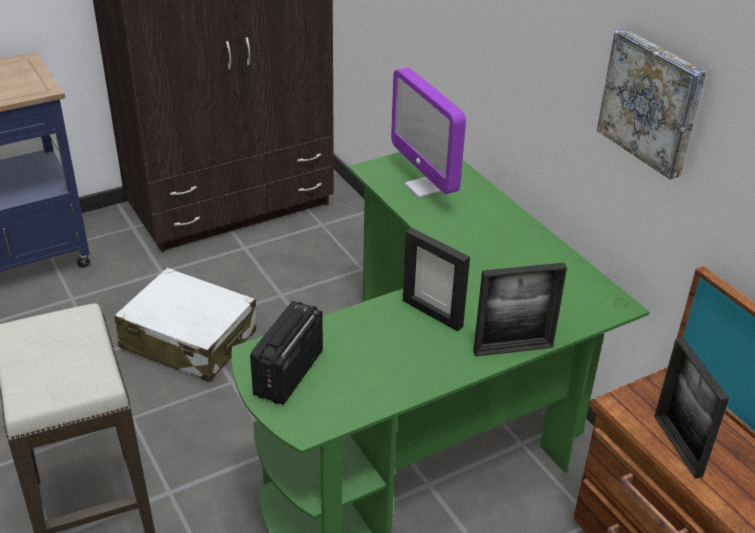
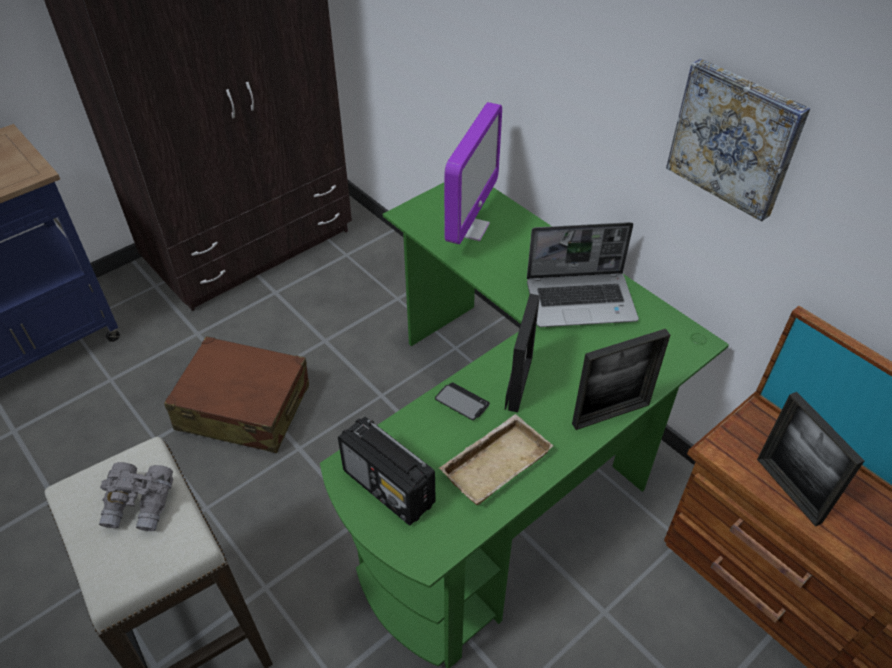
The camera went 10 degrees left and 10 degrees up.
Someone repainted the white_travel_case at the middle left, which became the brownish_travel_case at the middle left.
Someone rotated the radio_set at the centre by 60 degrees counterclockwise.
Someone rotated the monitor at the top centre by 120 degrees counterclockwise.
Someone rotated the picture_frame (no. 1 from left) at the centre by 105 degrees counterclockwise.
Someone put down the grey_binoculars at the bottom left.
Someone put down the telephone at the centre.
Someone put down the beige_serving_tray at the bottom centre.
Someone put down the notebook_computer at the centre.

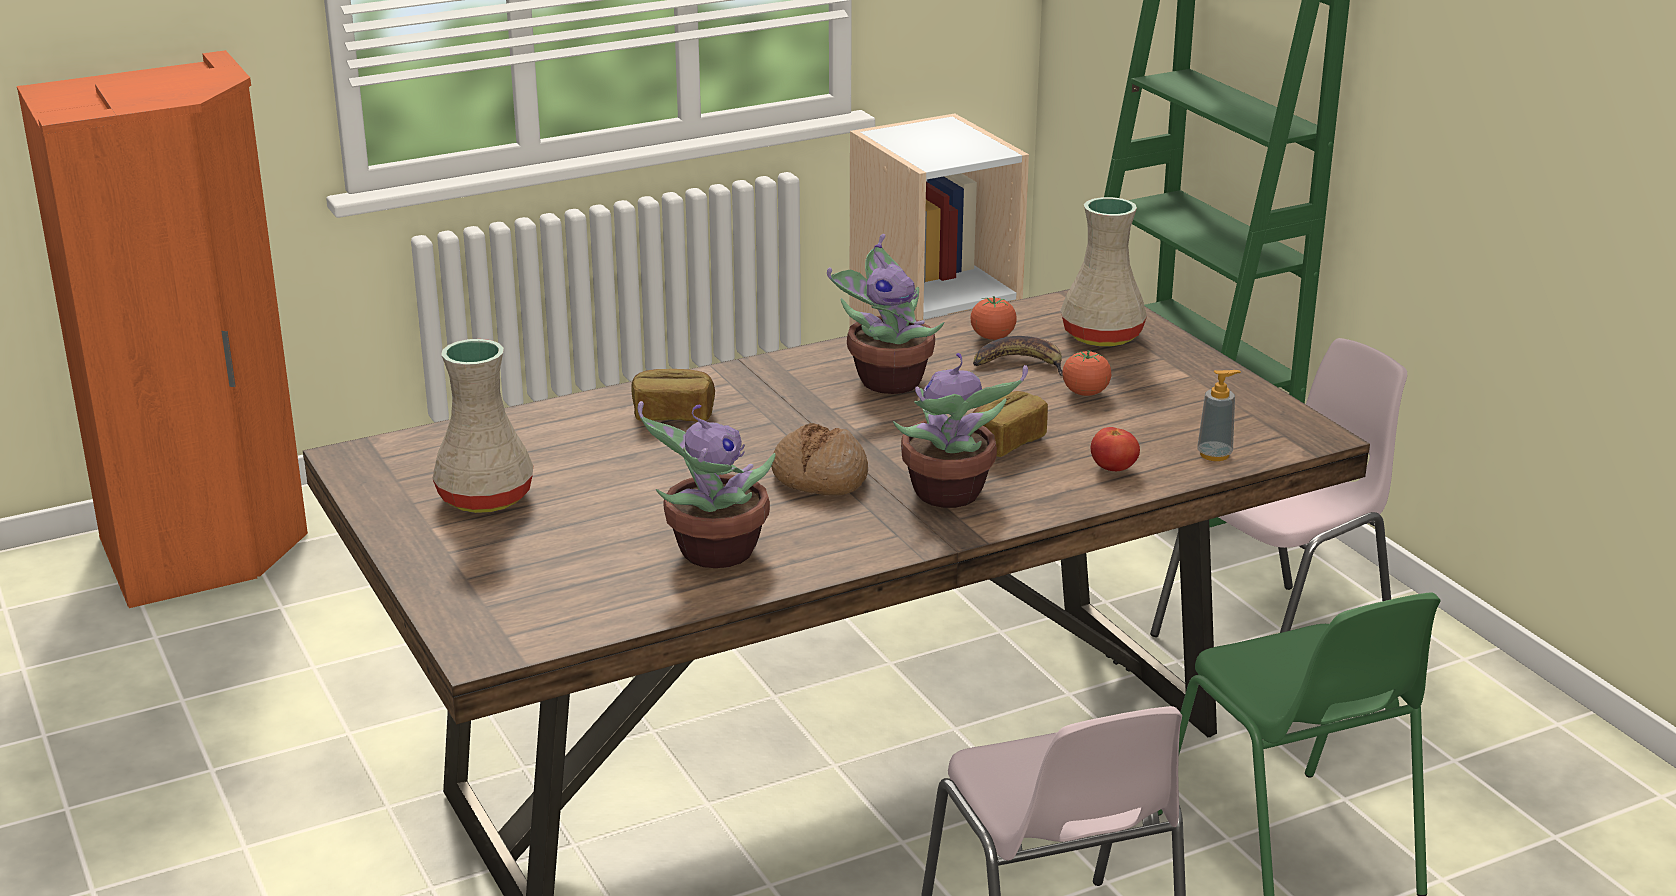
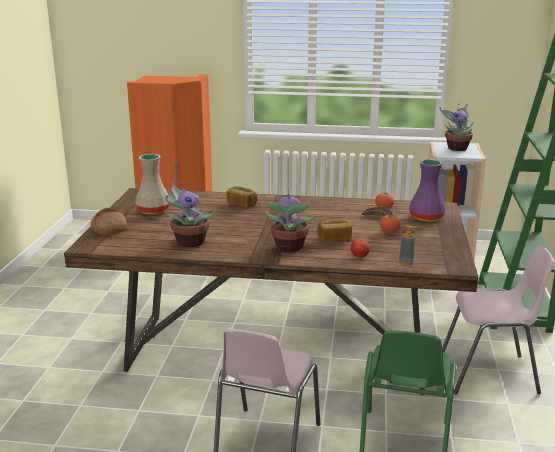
The camera went 35 degrees right and 5 degrees down.
Someone carried the bakery_bread (no. 2 from left in the first image) from the centre to the middle left.
Someone carried the houseplant (no. 2 from left in the first image) from the centre to the top right.
Someone repainted the beige_vase (no. 2 from left) at the top centre, which became the purple_vase at the middle right.

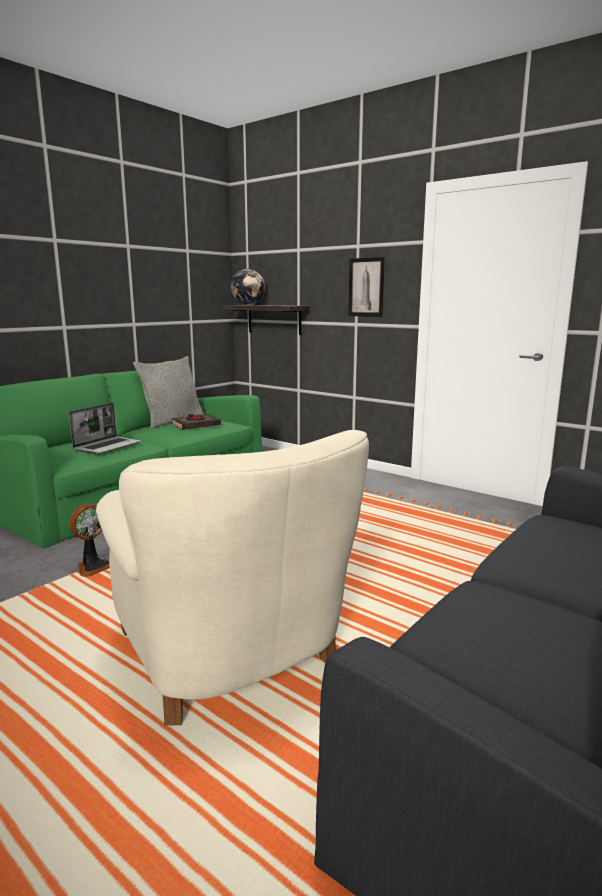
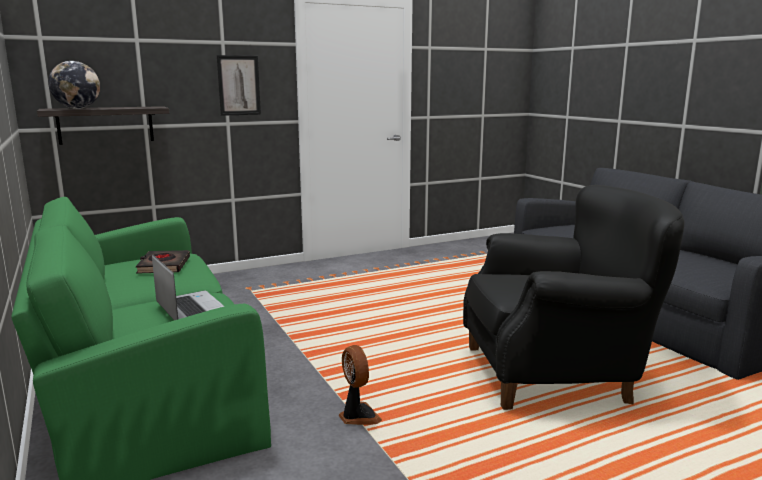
The camera went 65 degrees left and 0 degrees up.
Someone repainted the beige_armchair at the centre, which became the black_armchair at the middle right.
Someone took away the grey_throw_pillow at the middle left.

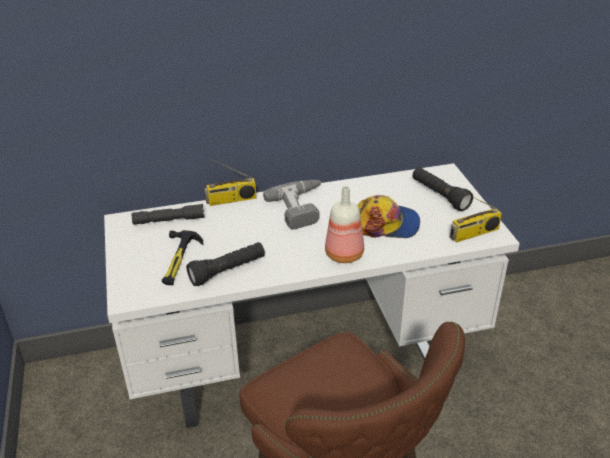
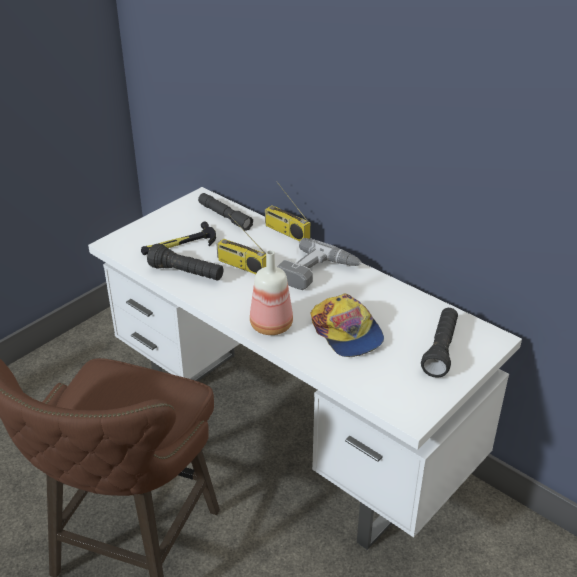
The camera went 55 degrees right and 0 degrees up.
Someone carried the radio_set (no. 2 from left in the first image) from the middle right to the centre.

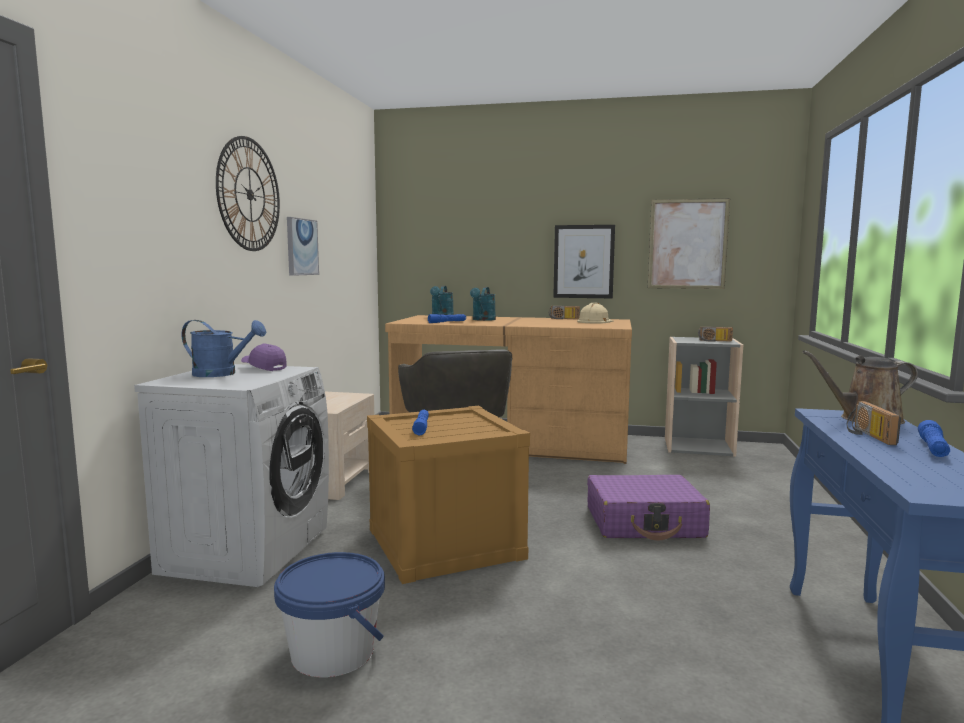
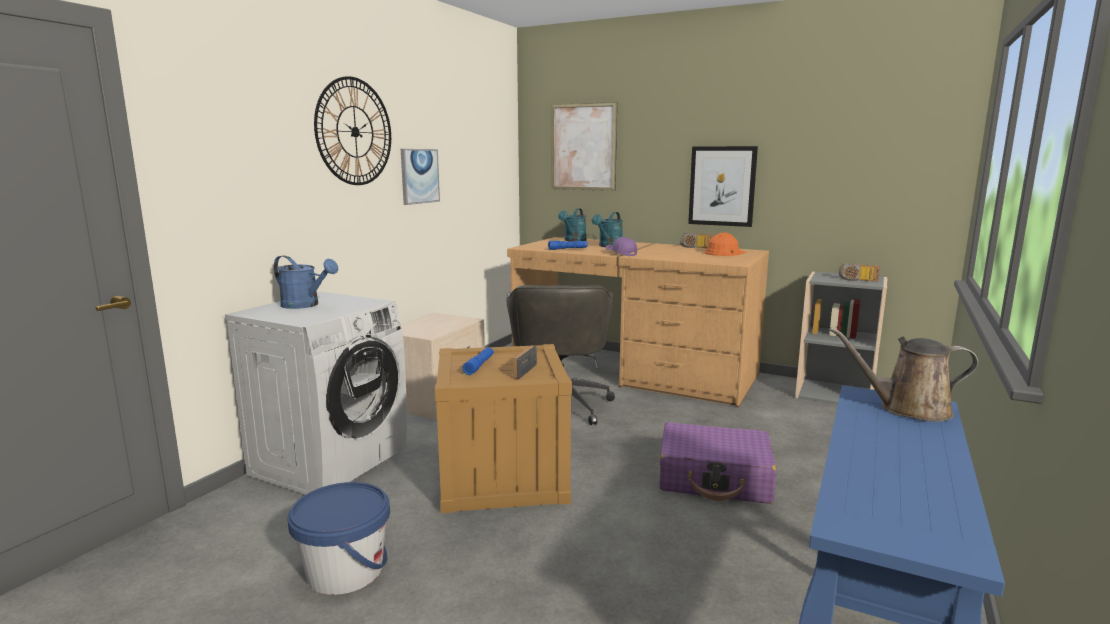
The camera went 15 degrees right and 5 degrees up.
Someone carried the purple_peaked_cap from the middle left to the centre.
Someone repainted the beige_safety_helmet at the centre, which became the orangey_safety_helmet at the centre.
Someone carried the picture (no. 3 from left in the first image) from the middle right to the top centre.
Someone carried the radio_set (no. 3 from left in the first image) from the middle right to the centre.
Someone took away the blue-coloured_flashlight (no. 3 from left) at the middle right.

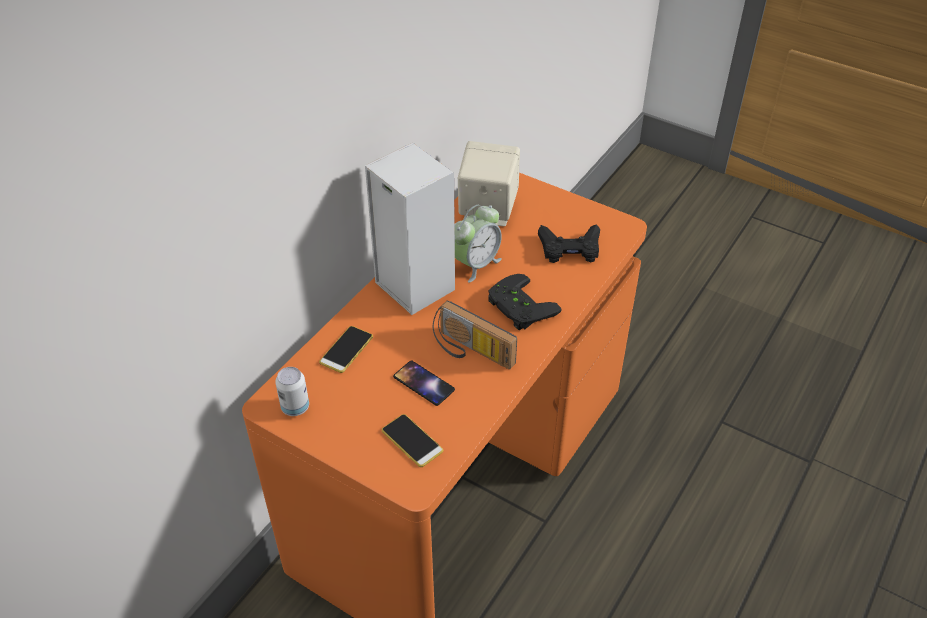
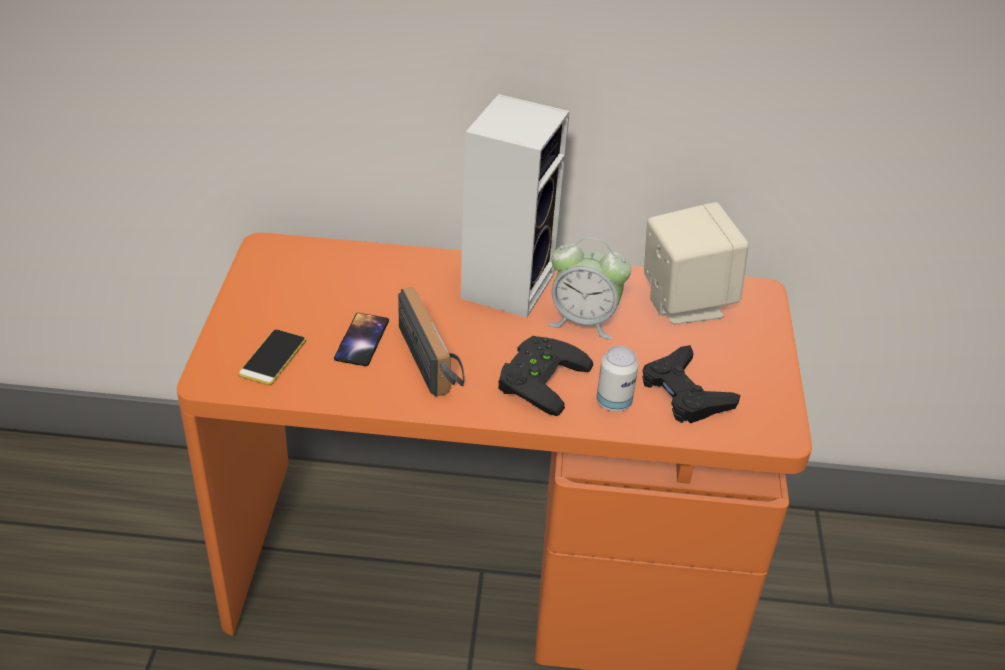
The camera went 60 degrees right and 5 degrees down.
Someone carried the can from the middle left to the centre.
Someone took away the telephone (no. 1 from left) at the centre.
Someone rotated the radio_set at the centre by 150 degrees clockwise.

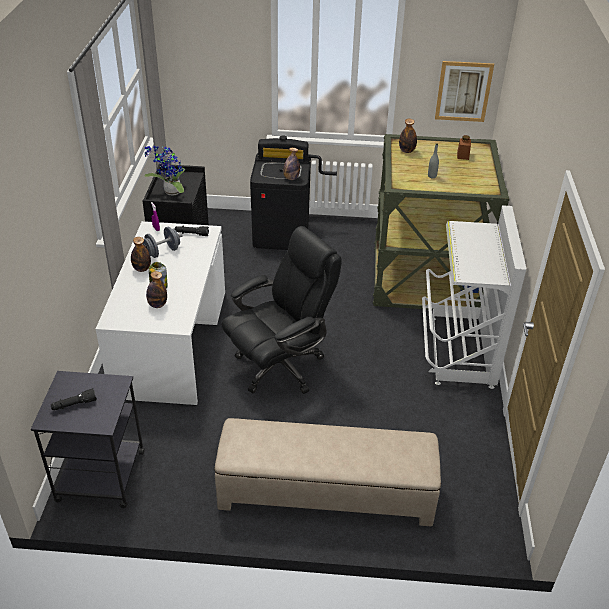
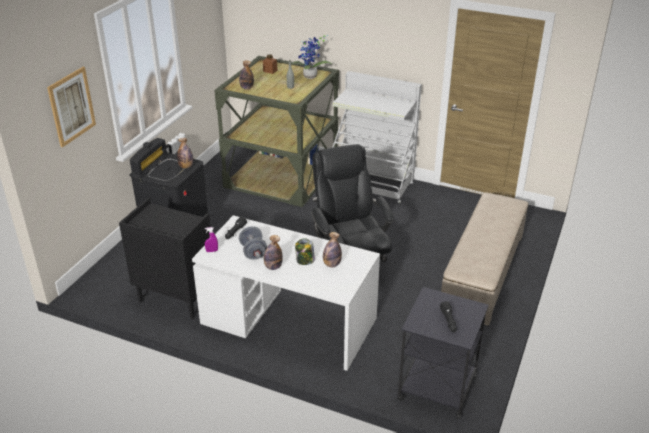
The camera went 70 degrees left and 5 degrees down.
Someone carried the houseplant from the top left to the top centre.
Someone carried the picture from the top right to the top left.

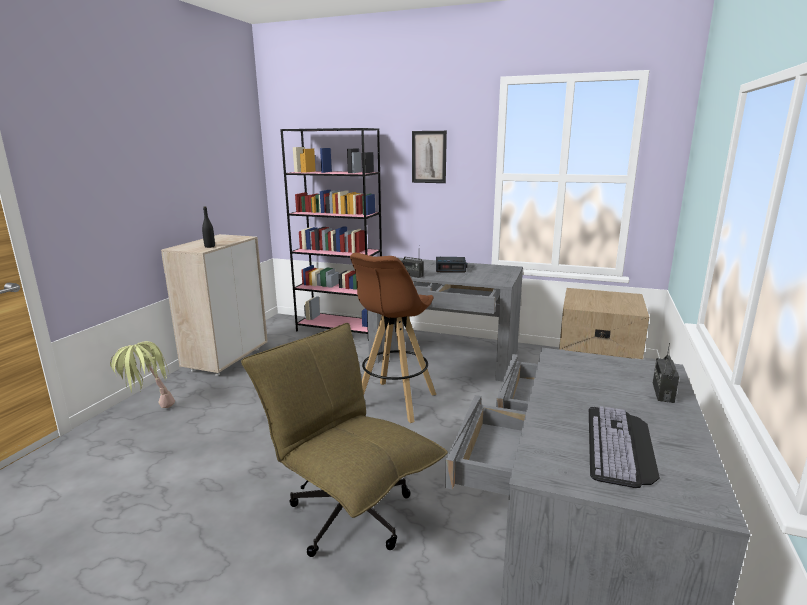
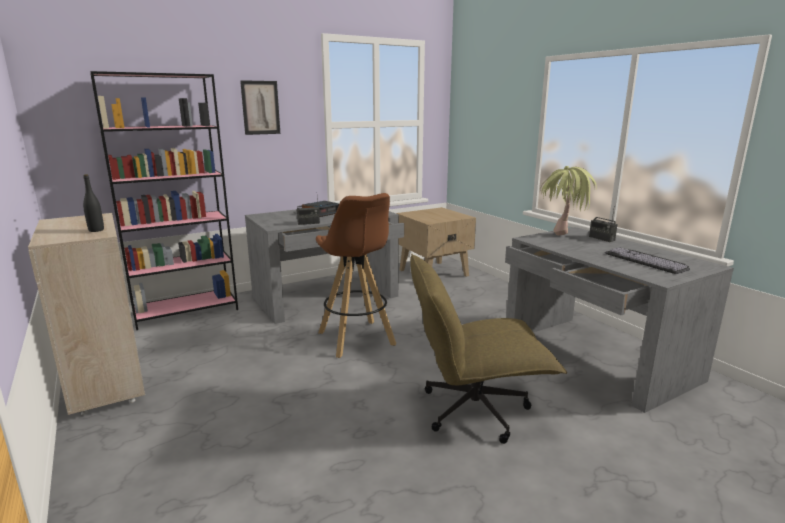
The camera went 50 degrees left and 0 degrees up.
Someone carried the houseplant from the middle left to the middle right.

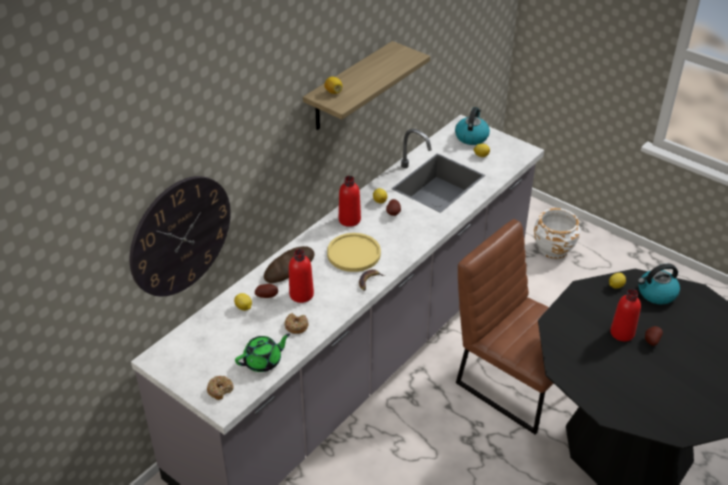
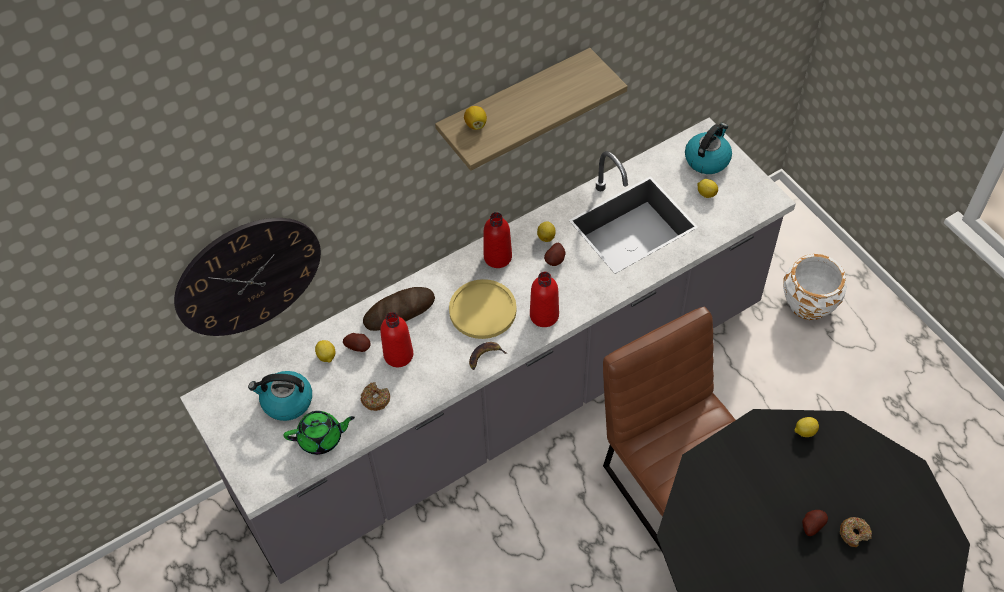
The camera went 20 degrees right and 15 degrees up.
Someone carried the donut (no. 1 from left in the first image) from the bottom left to the bottom right.
Someone carried the red-coloured_bottle (no. 3 from left) from the middle right to the centre.
Someone carried the water_kettle (no. 2 from left in the first image) from the middle right to the bottom left.

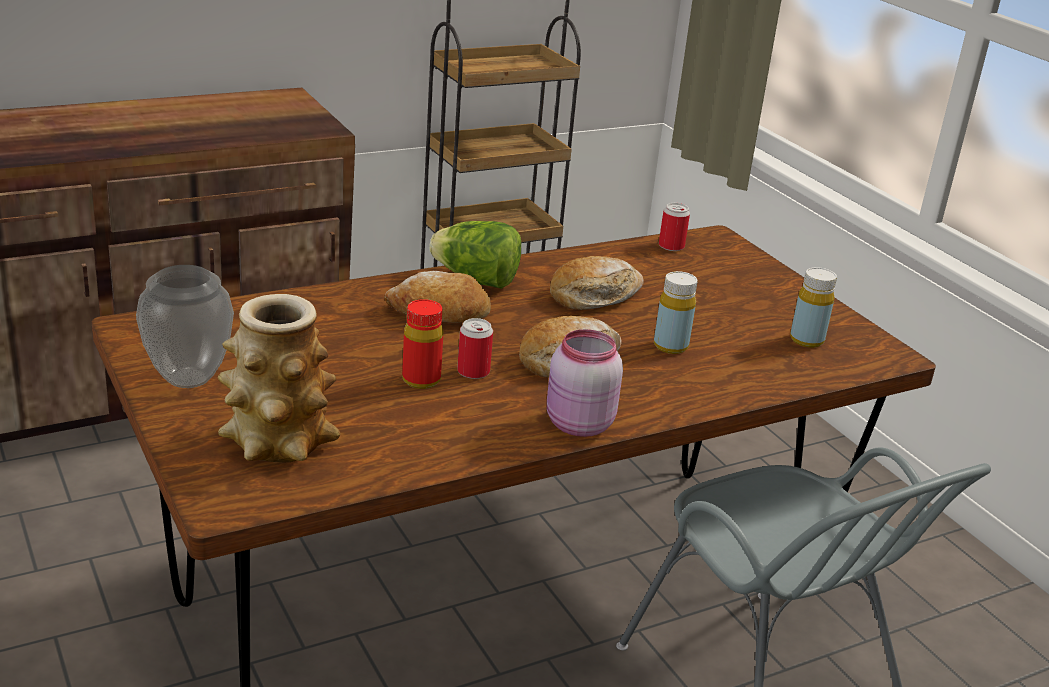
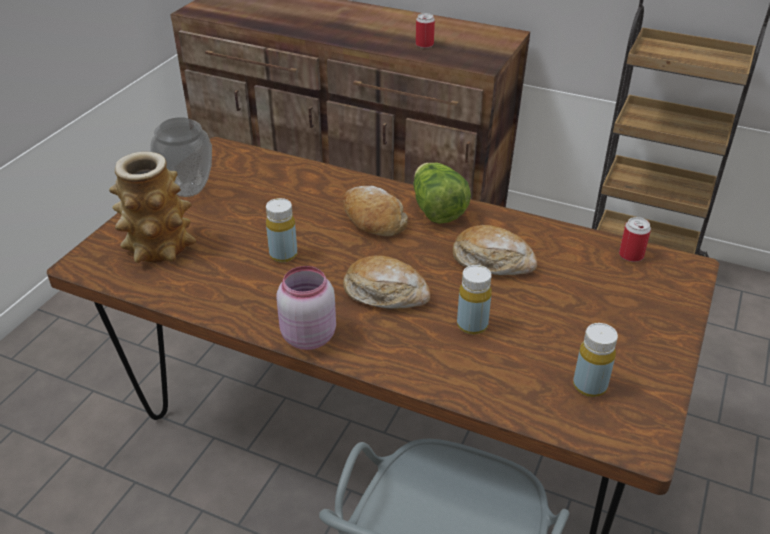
The camera went 55 degrees right and 10 degrees up.
Someone repainted the red-coloured_bottle at the centre, which became the yellow-coloured_bottle (no. 1 from left) at the centre.
Someone carried the can (no. 1 from left) from the centre to the top centre.

